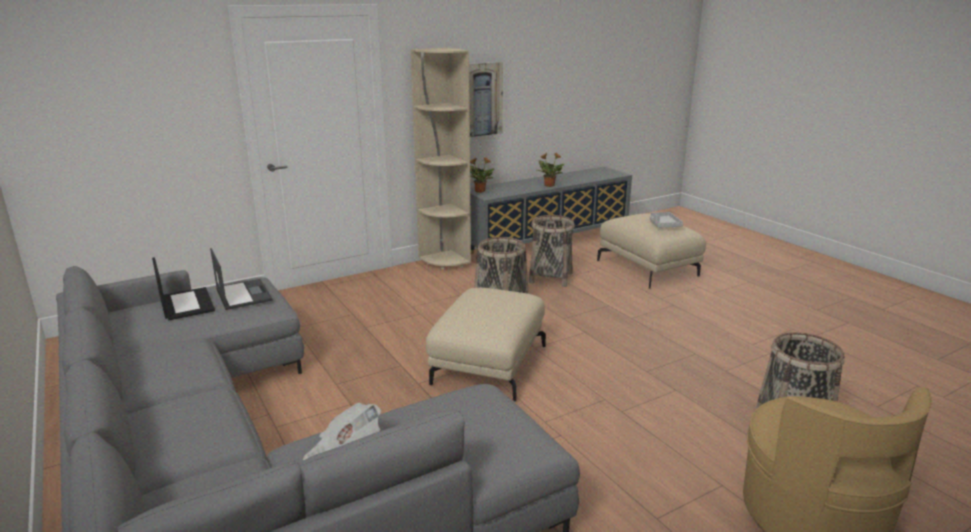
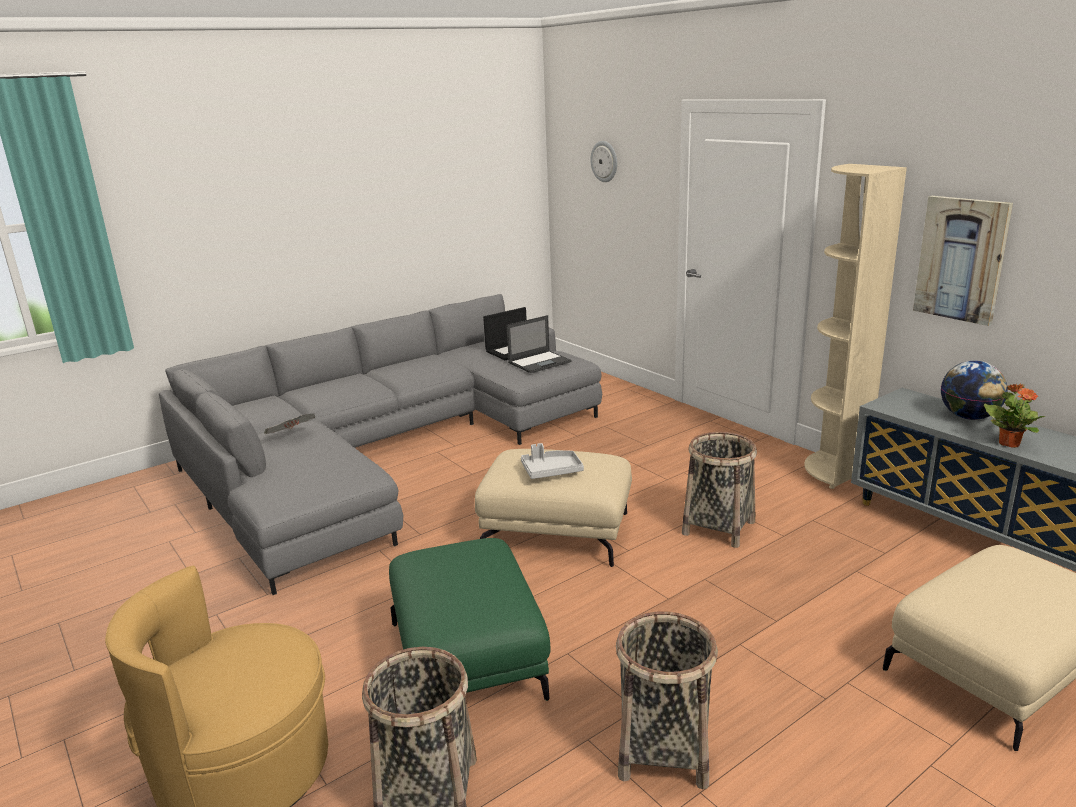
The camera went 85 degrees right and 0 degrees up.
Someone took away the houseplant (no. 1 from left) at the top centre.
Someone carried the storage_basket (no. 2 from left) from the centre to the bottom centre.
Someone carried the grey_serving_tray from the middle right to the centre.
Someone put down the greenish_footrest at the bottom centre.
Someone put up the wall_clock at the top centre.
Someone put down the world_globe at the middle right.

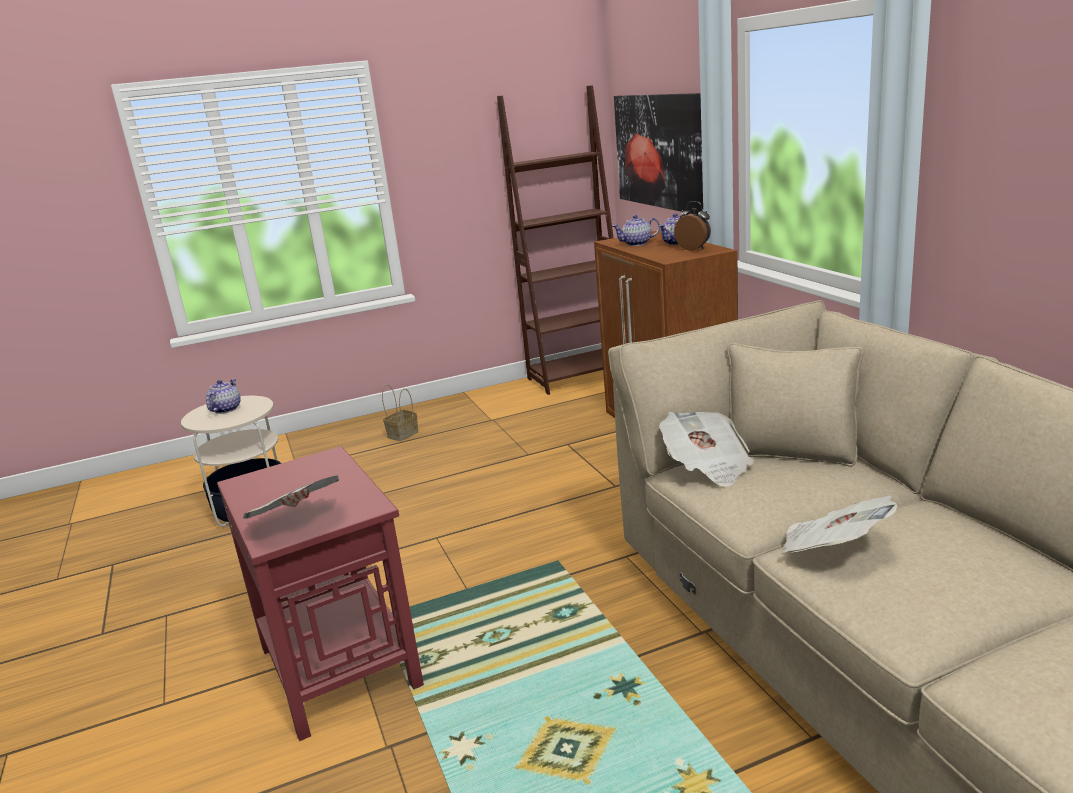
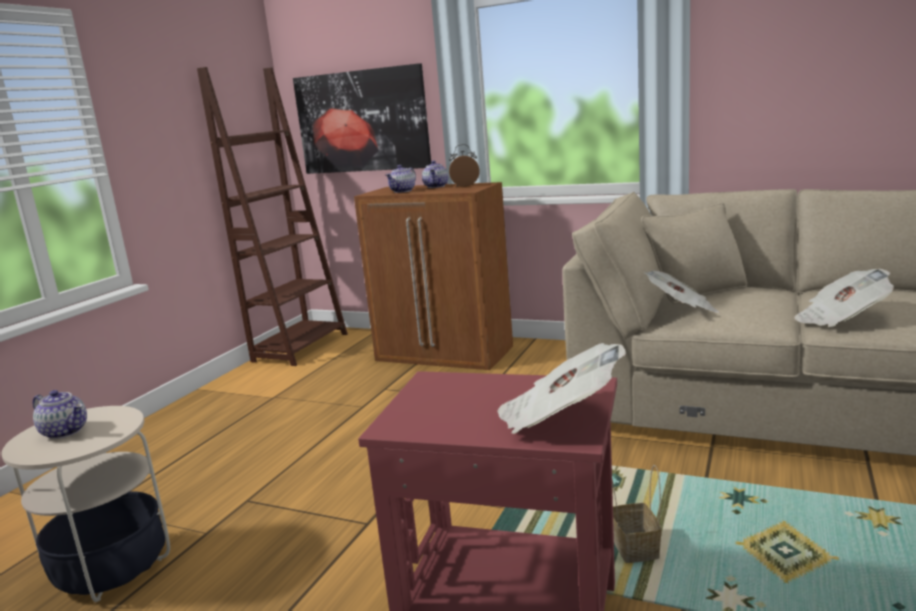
The camera went 45 degrees left and 5 degrees down.
Someone rotated the teapot (no. 1 from left) at the middle left by 150 degrees clockwise.
Someone carried the storage_basket from the centre to the bottom right.

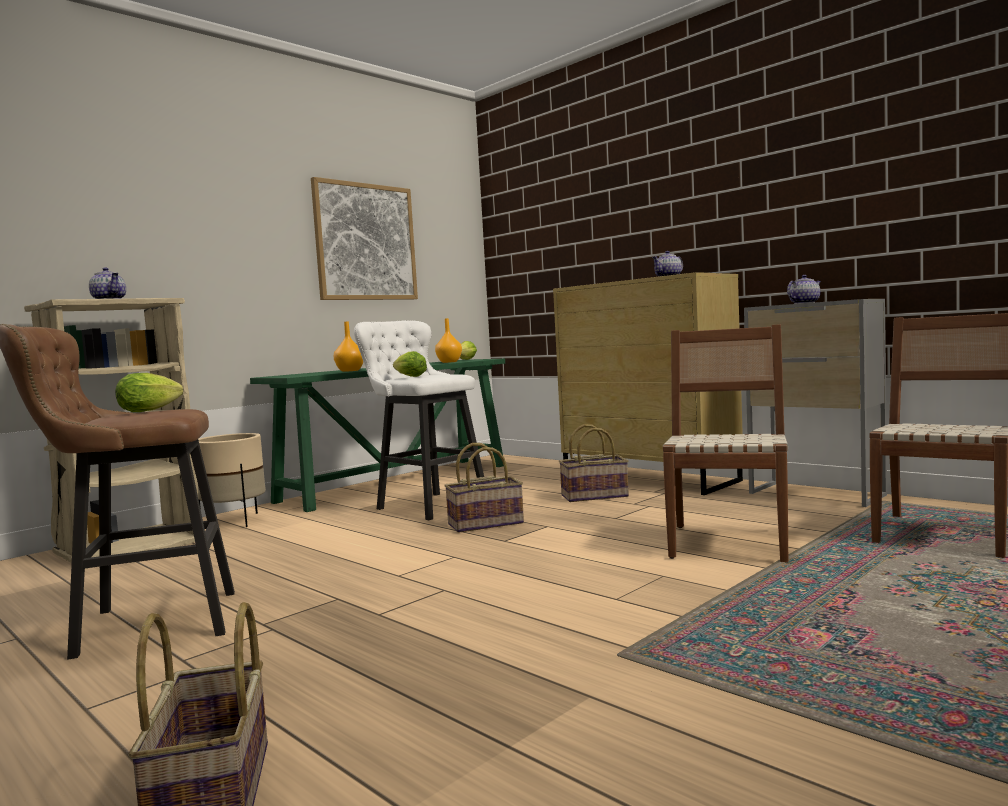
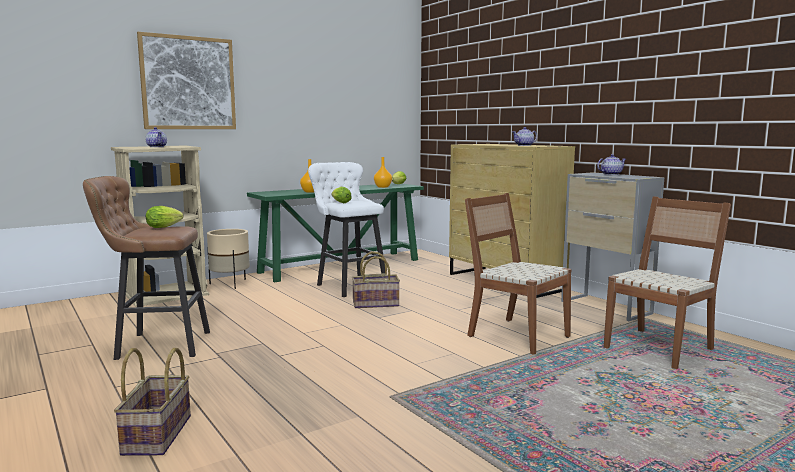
The camera went 10 degrees right and 5 degrees up.
Someone carried the picture from the top centre to the top left.
Someone took away the storage_basket (no. 3 from left) at the centre.
Someone rotated the chair (no. 1 from left) at the middle right by 75 degrees counterclockwise.

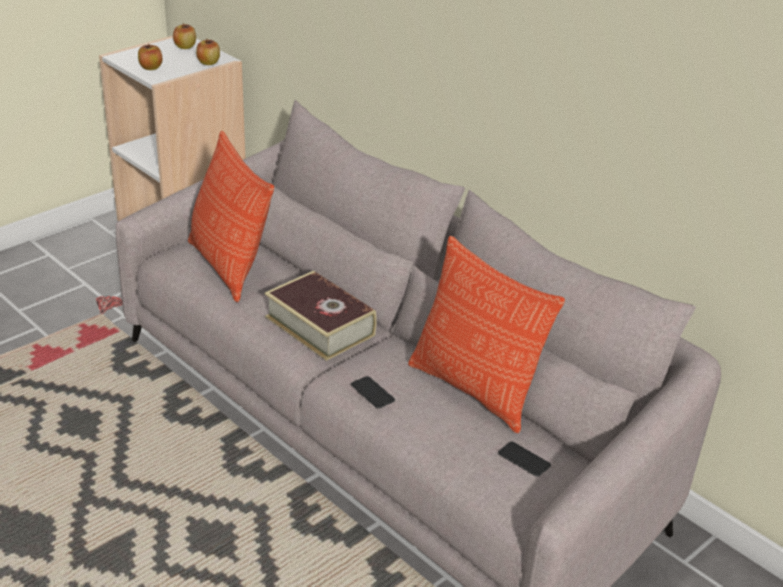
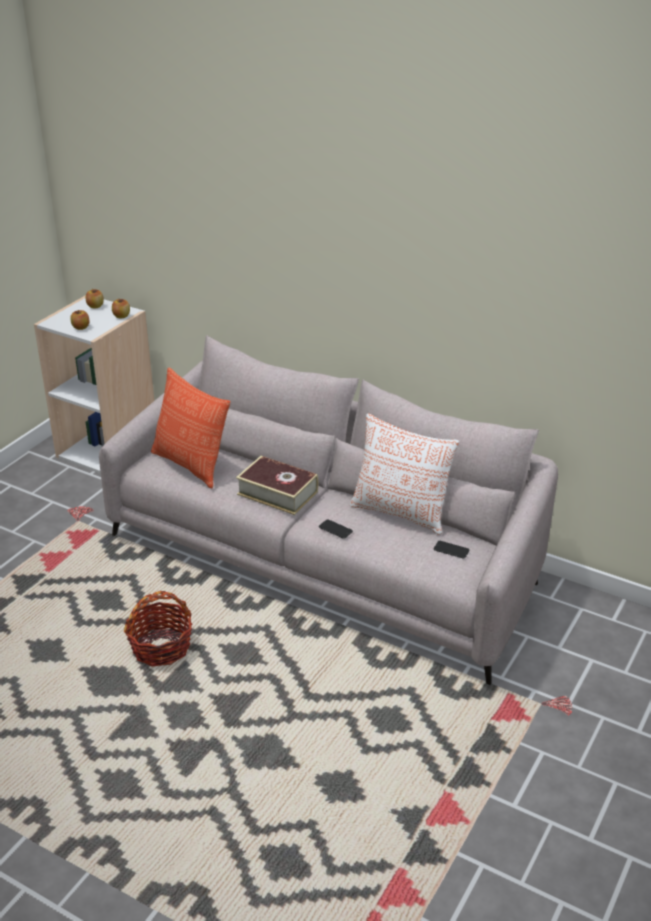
The camera went 15 degrees left and 0 degrees up.
Someone repainted the orangey_throw_pillow (no. 2 from left) at the centre, which became the white_throw_pillow at the centre.
Someone put down the storage_basket at the bottom left.

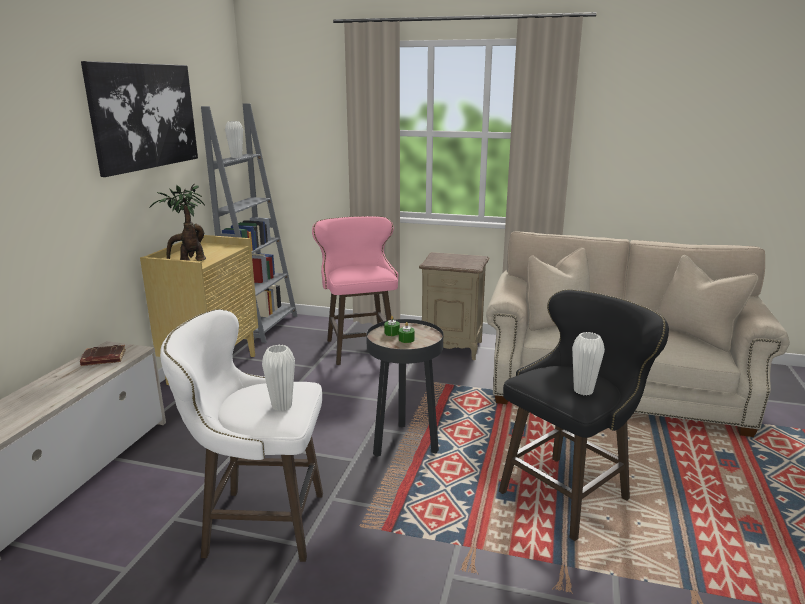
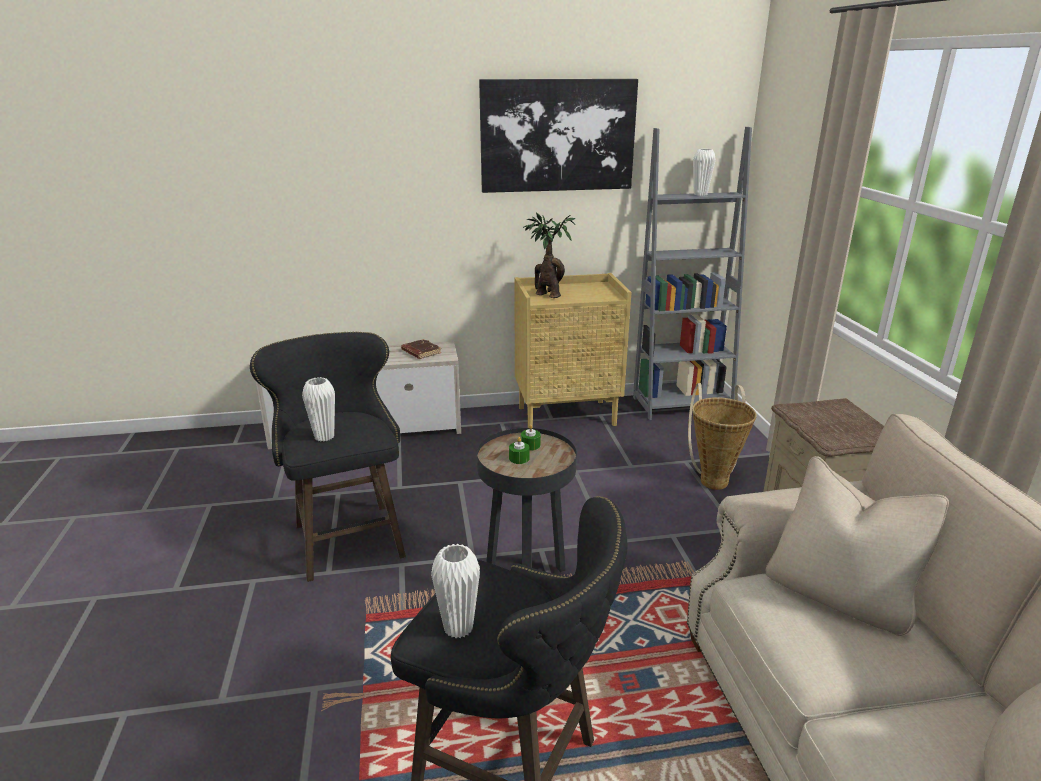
The camera went 65 degrees right and 5 degrees up.
Someone repainted the white_sitting_stool at the bottom left, which became the black_sitting_stool (no. 1 from left) at the middle left.
Someone swapped the pinkish_sitting_stool at the centre for the storage_basket at the middle right.

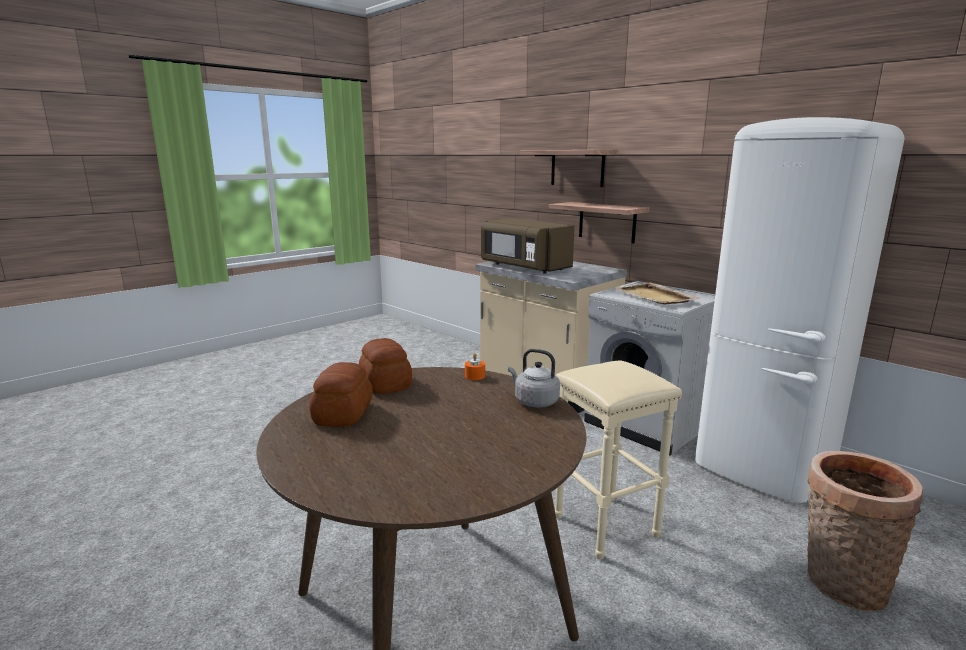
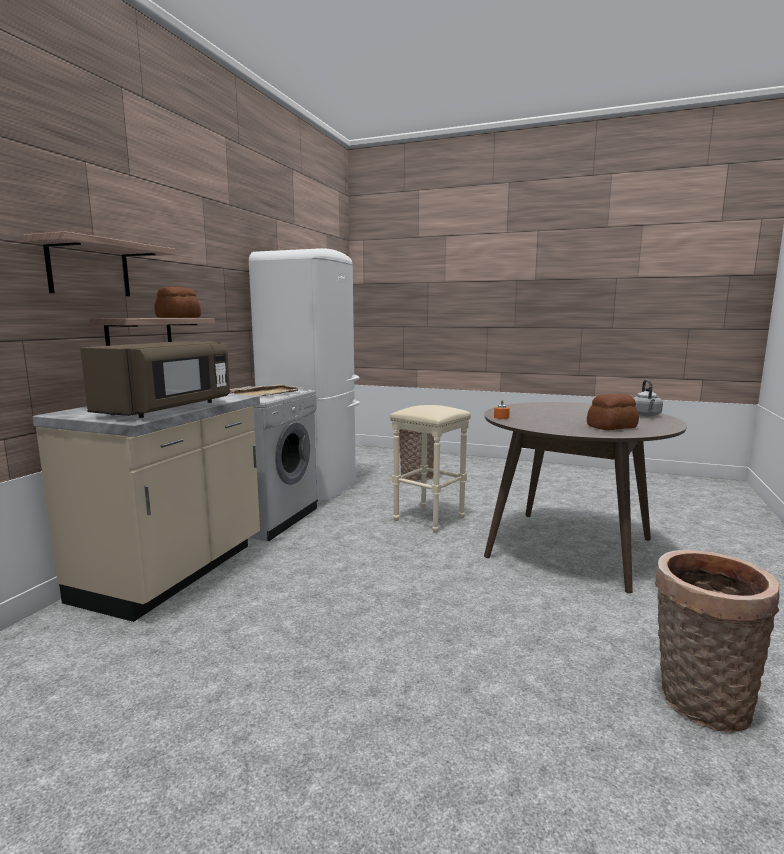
The camera went 115 degrees left and 5 degrees down.
Someone carried the bakery_bread (no. 2 from left in the first image) from the centre to the middle left.
Someone carried the grey_water_kettle from the centre to the middle right.
Someone put down the storage_basket (no. 2 from left) at the bottom right.

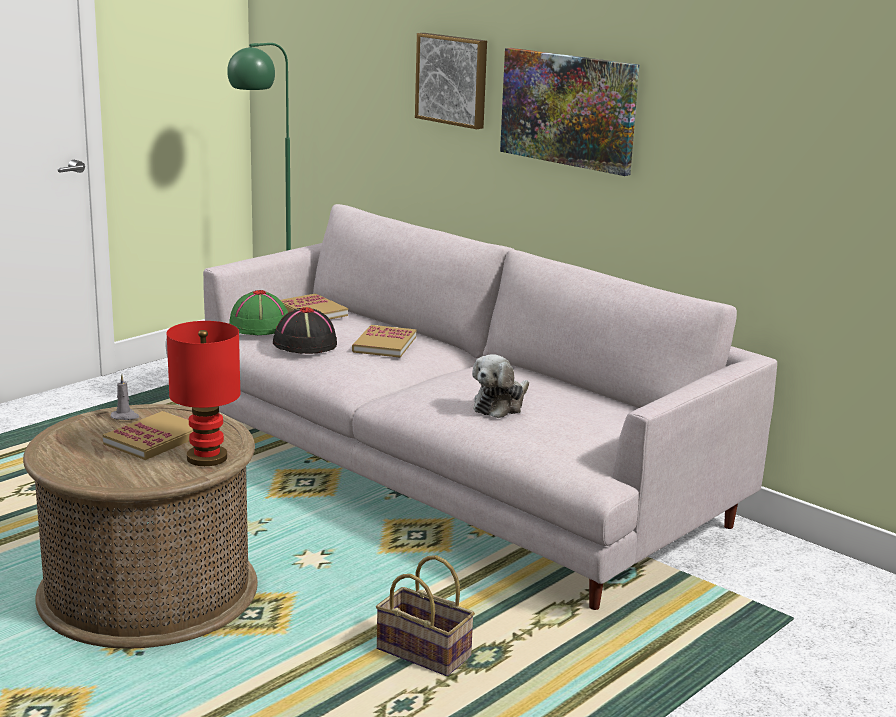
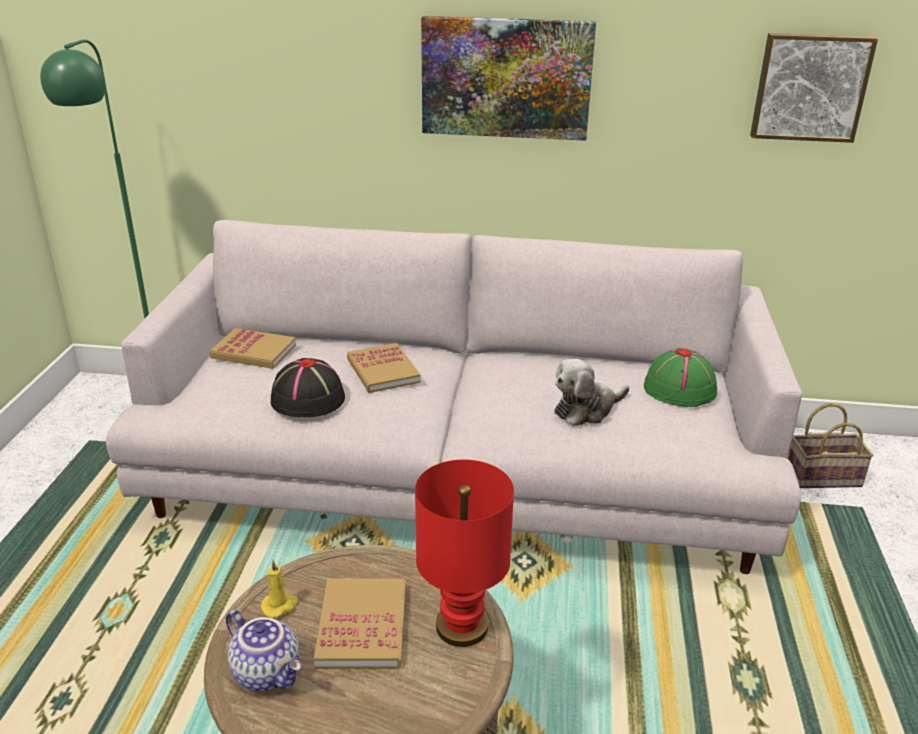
The camera went 35 degrees left and 10 degrees up.
Someone repainted the grey_wax_light at the middle left, which became the yellow-coloured_wax_light at the bottom left.
Someone carried the greenish_clothing_hat from the middle left to the middle right.
Someone carried the storage_basket from the bottom centre to the middle right.
Someone carried the picture (no. 1 from left in the first image) from the top centre to the top right.
Someone rotated the soft_toy at the centre by 60 degrees clockwise.
Someone put down the teapot at the bottom left.

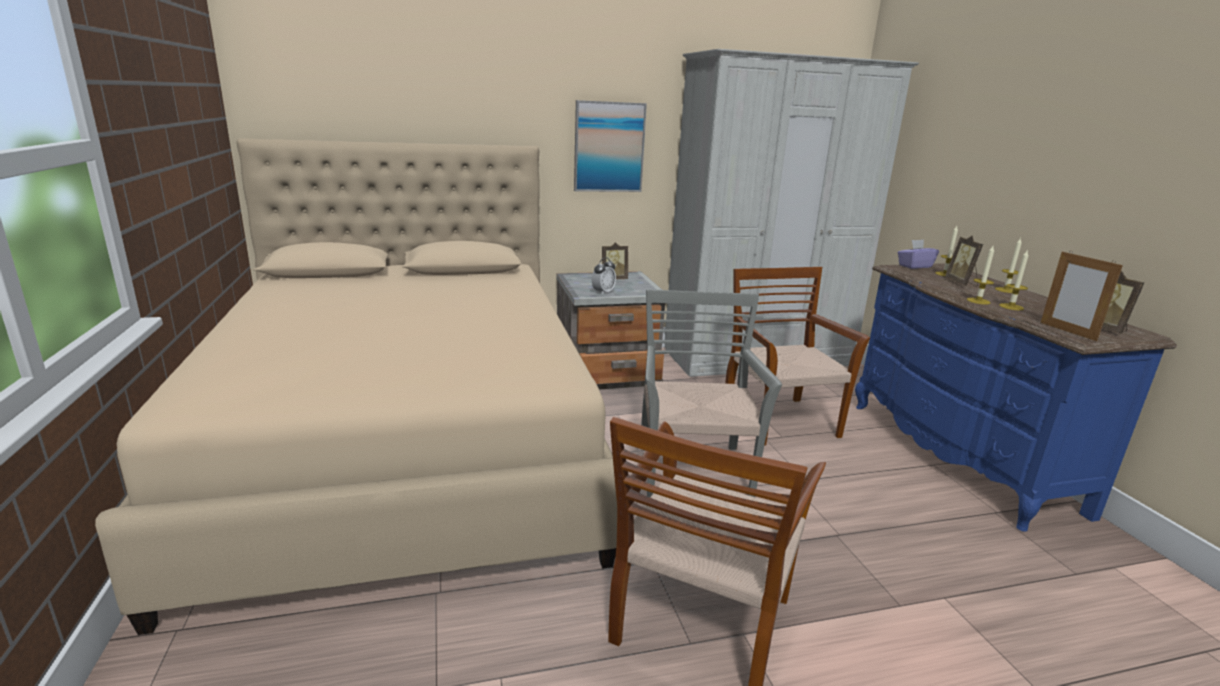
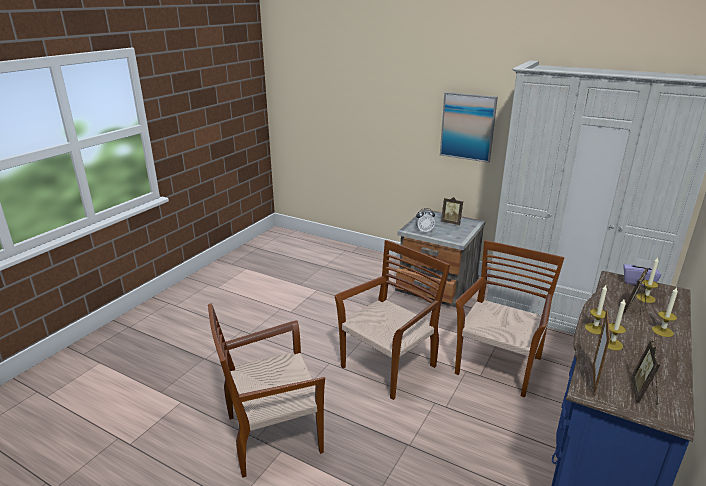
The camera went 45 degrees right and 5 degrees up.
Someone took away the beige_bedroom_bed at the middle left.
Someone repainted the grey_armchair at the centre, which became the brownish_armchair (no. 2 from left) at the centre.

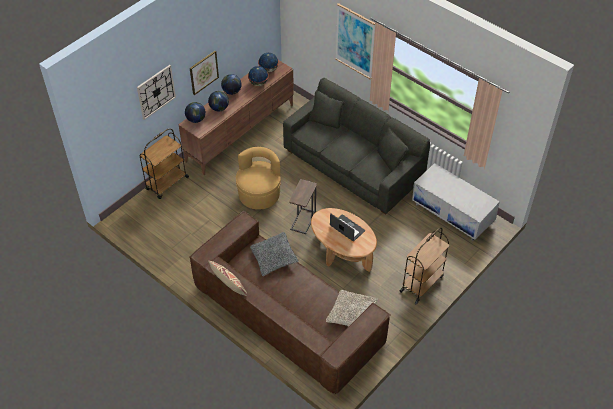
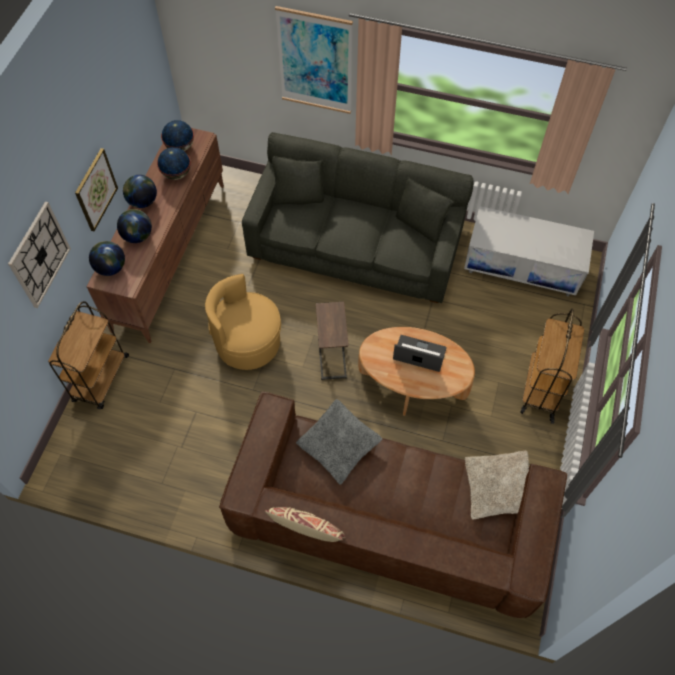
The camera went 25 degrees left and 10 degrees up.
Someone rotated the beige_armchair at the centre by 60 degrees counterclockwise.

